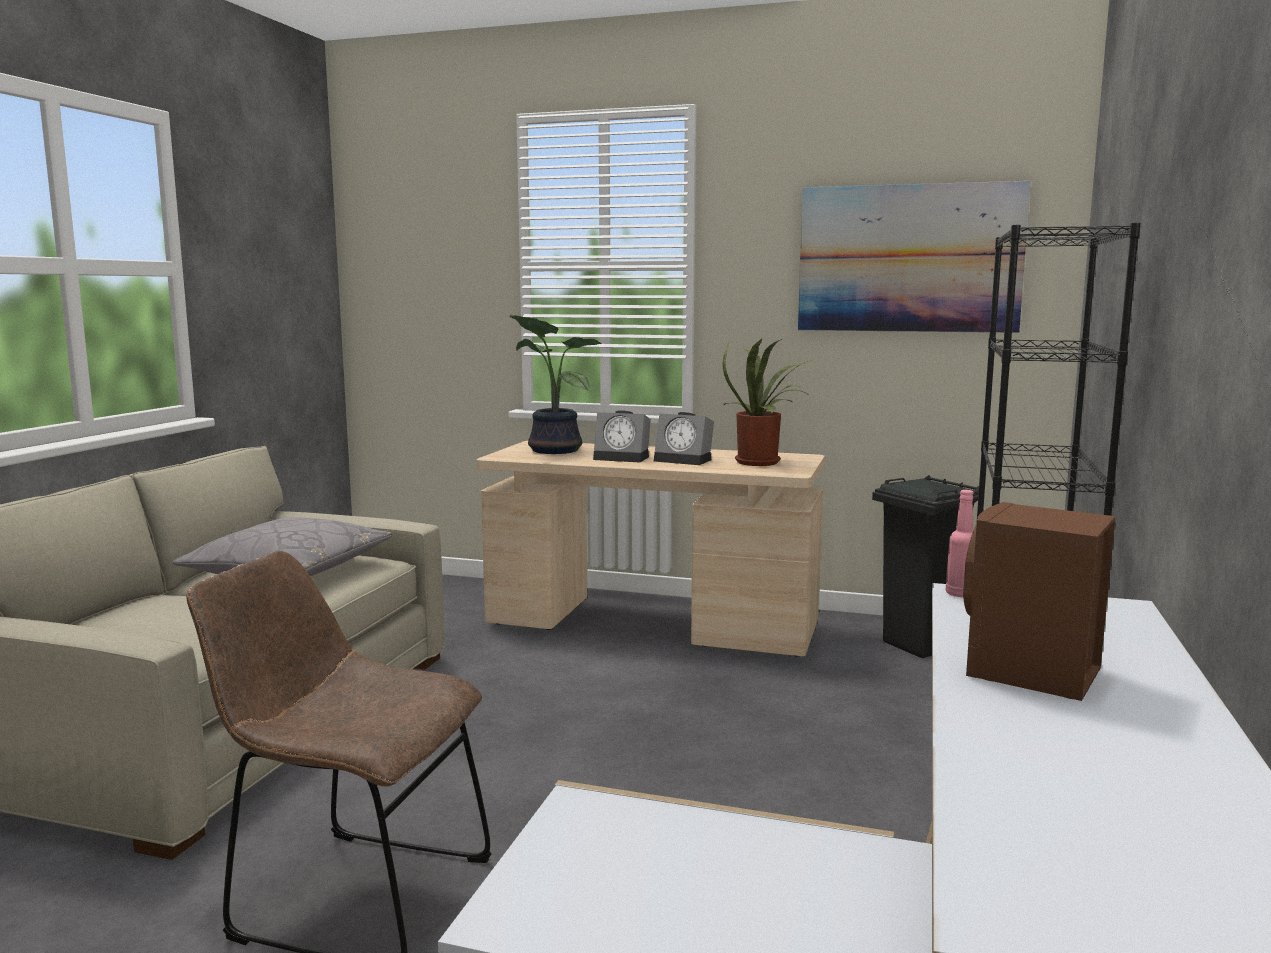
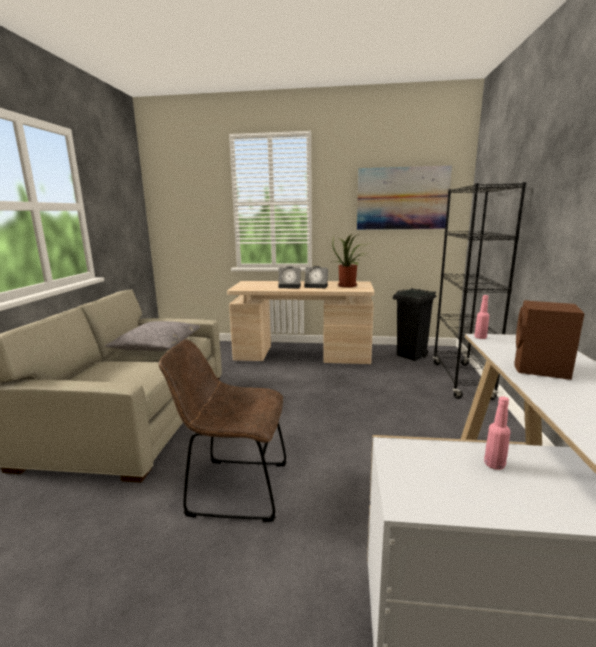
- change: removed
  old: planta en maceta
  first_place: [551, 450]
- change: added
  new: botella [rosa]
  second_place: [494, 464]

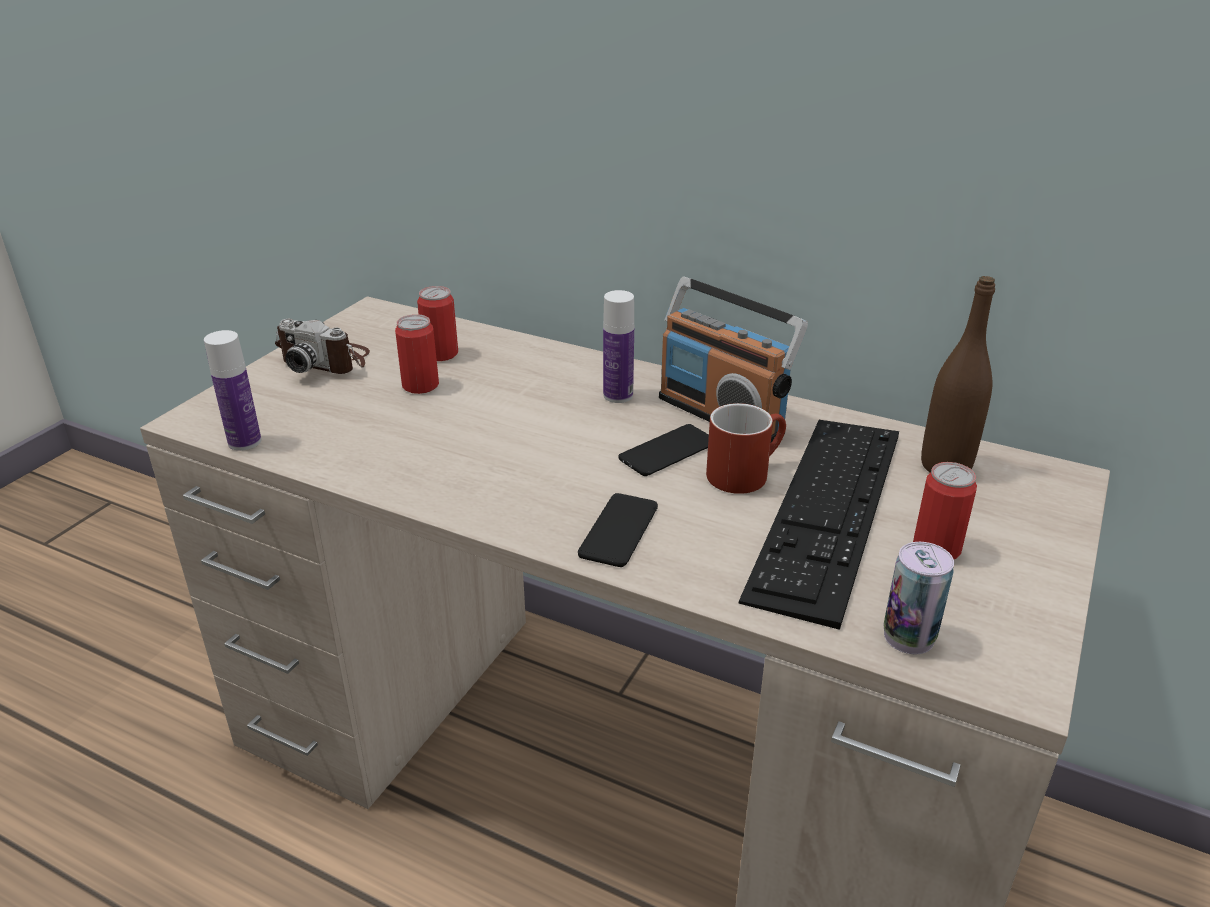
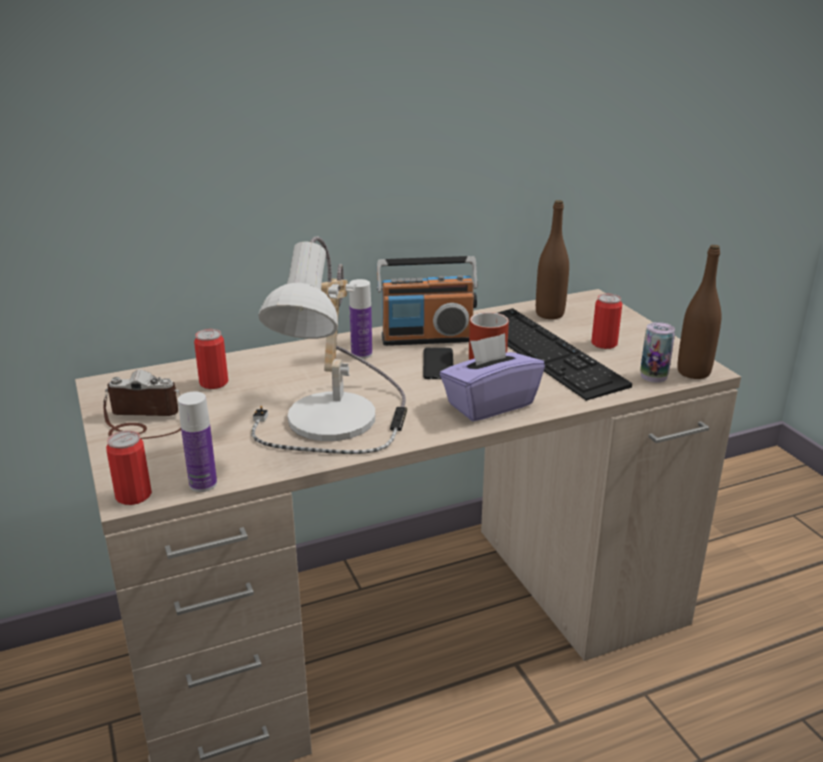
- change: added
  new: lámpara de mesa
  second_place: [339, 422]
- change: added
  new: botella [marrón]
  second_place: [693, 372]
- change: moved
  old: lata
  first_place: [420, 385]
  second_place: [133, 495]
- change: replaced
  old: móvil
  new: caja de pañuelos [morado]
  first_place: [618, 530]
  second_place: [489, 404]
- change: turned
  old: cámara
  first_place: [326, 360]
  second_place: [144, 422]
  degrees: -150

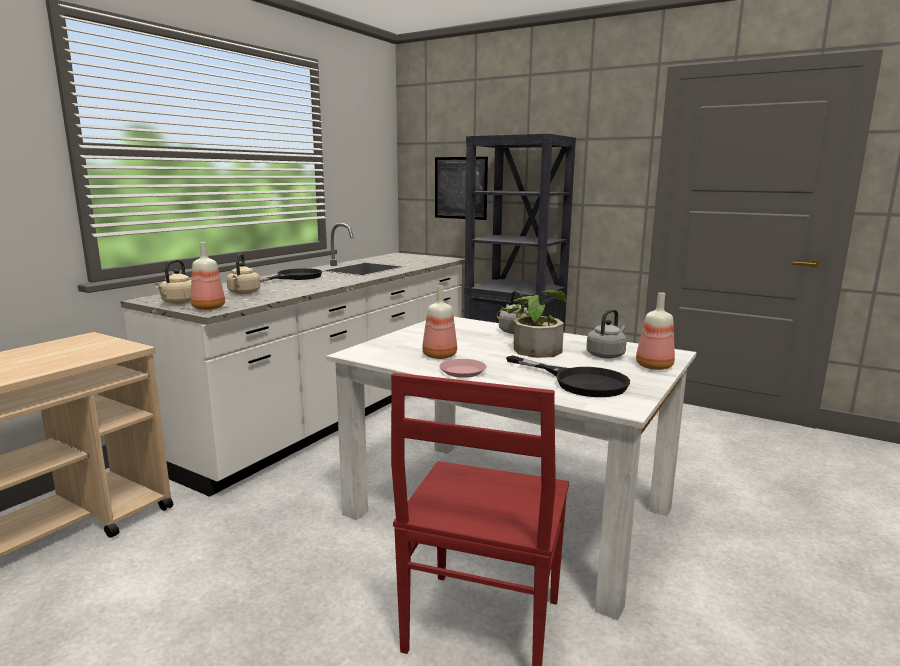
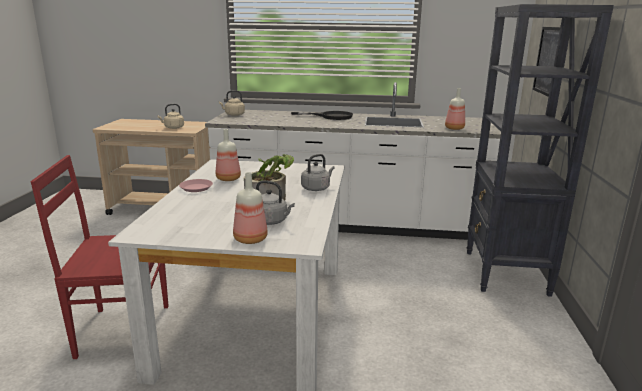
- change: removed
  old: sartén [negro]
  first_place: [579, 381]
- change: moved
  old: botella
  first_place: [207, 308]
  second_place: [453, 128]
- change: moved
  old: hervidor [beis]
  first_place: [243, 293]
  second_place: [173, 127]

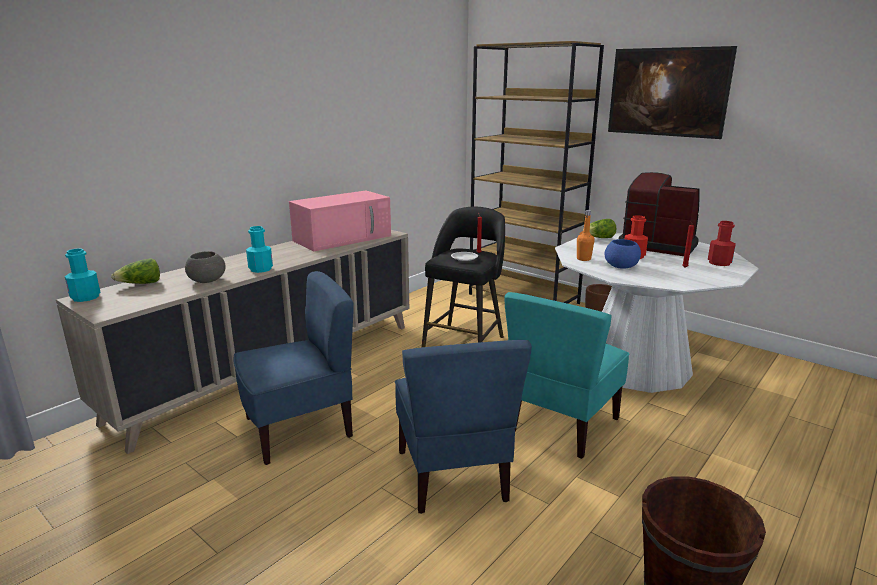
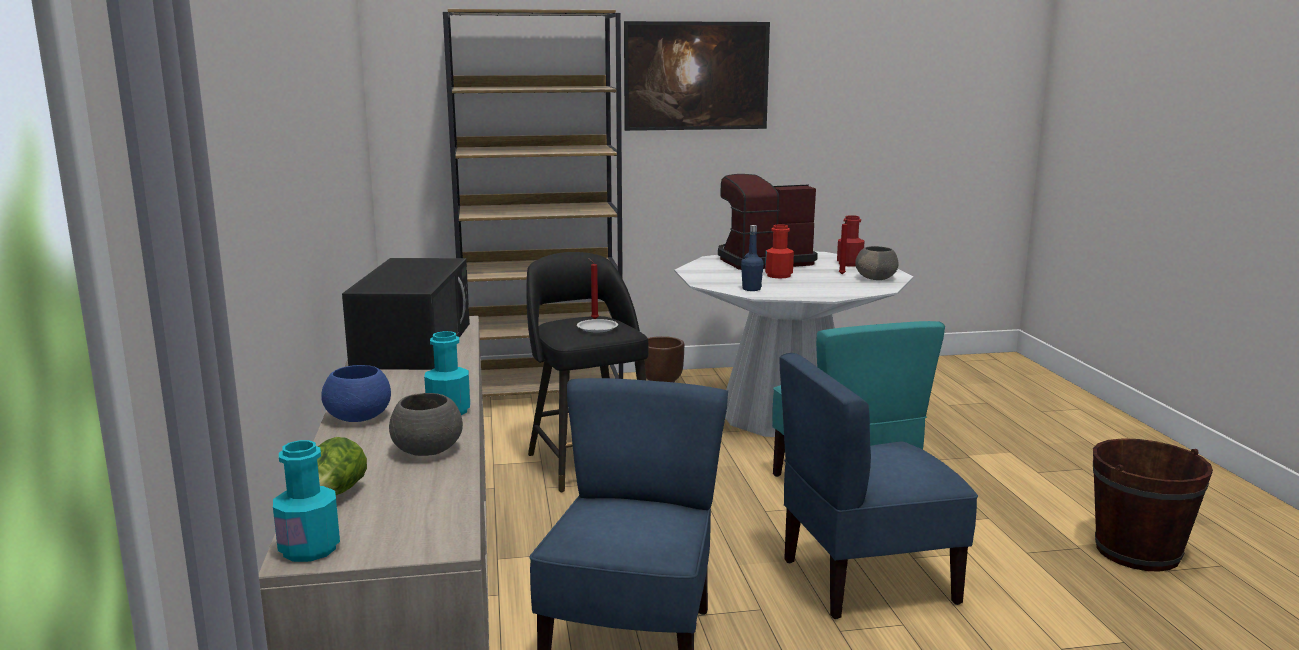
- change: removed
  old: lechuga
  first_place: [599, 238]
- change: added
  new: cuenco [gris]
  second_place: [876, 278]
- change: moved
  old: cuenco [azul]
  first_place: [621, 266]
  second_place: [359, 418]
- change: recoloured
  old: microondas [rosa]
  new: microondas [negro]
  first_place: [343, 238]
  second_place: [413, 344]
- change: recoloured
  old: botella [naranja]
  new: botella [azul]
  first_place: [583, 259]
  second_place: [751, 289]
- change: turned
  old: silla [azul]
  first_place: [453, 475]
  second_place: [867, 580]
  degrees: 135

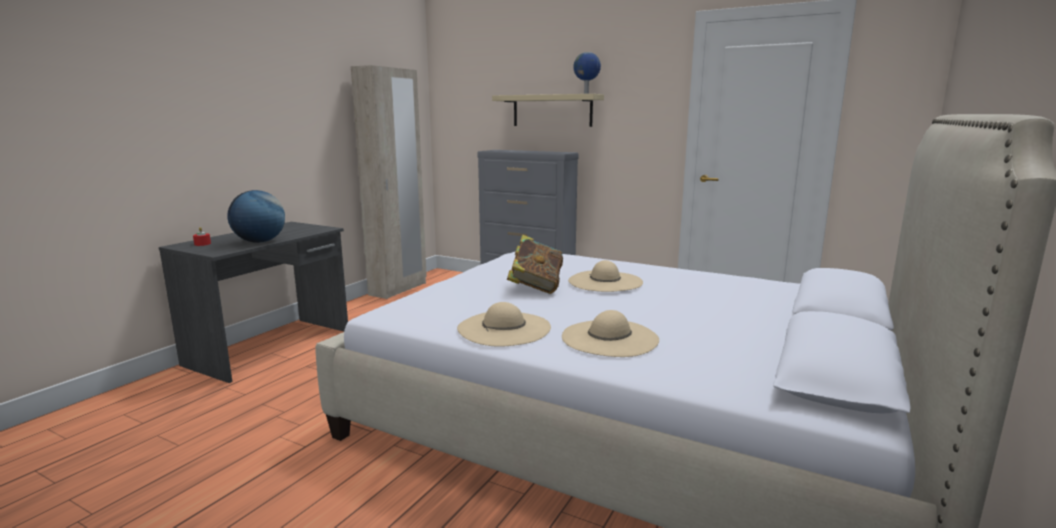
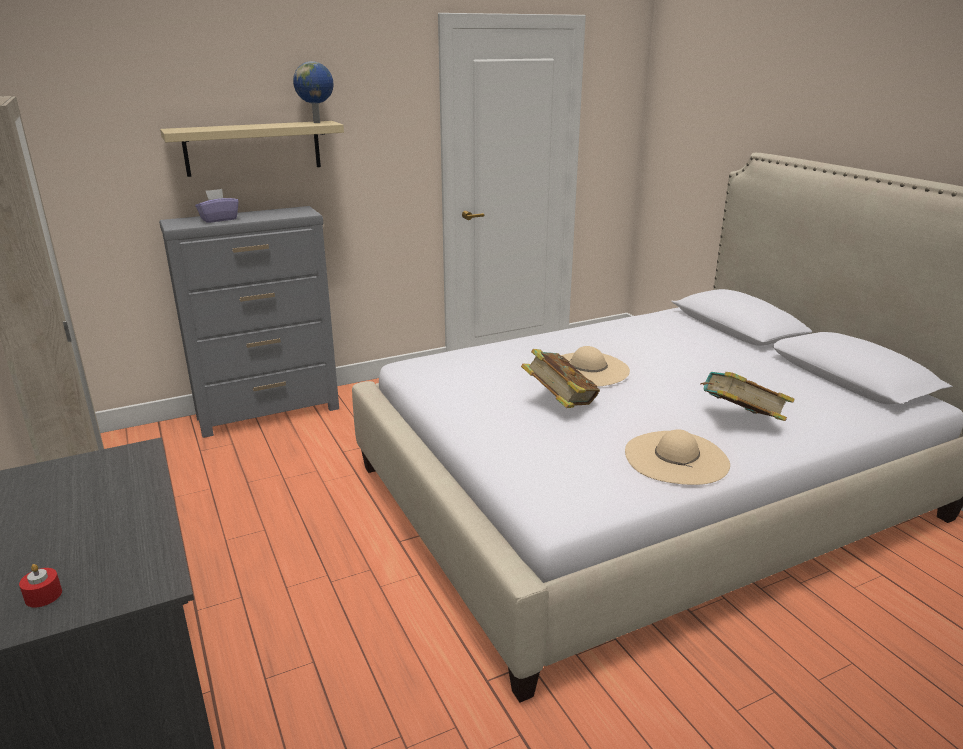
- change: removed
  old: globo terráqueo
  first_place: [260, 242]
- change: added
  new: caja de pañuelos [morado]
  second_place: [219, 219]
- change: replaced
  old: sombrero [beis]
  new: libro
  first_place: [609, 338]
  second_place: [740, 421]

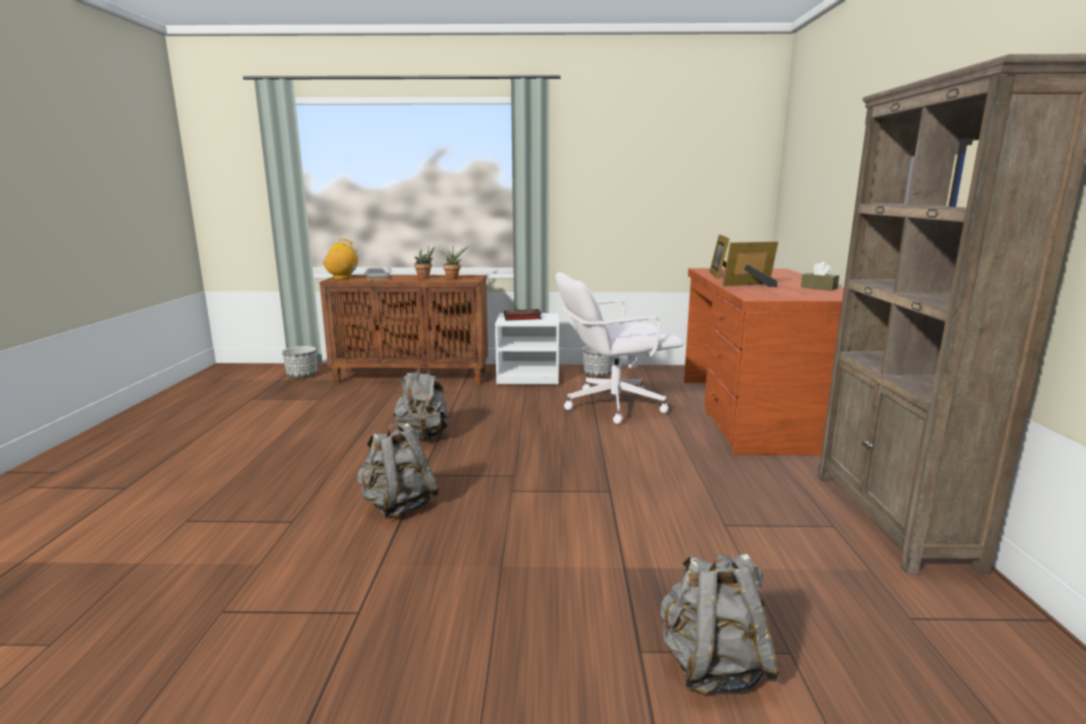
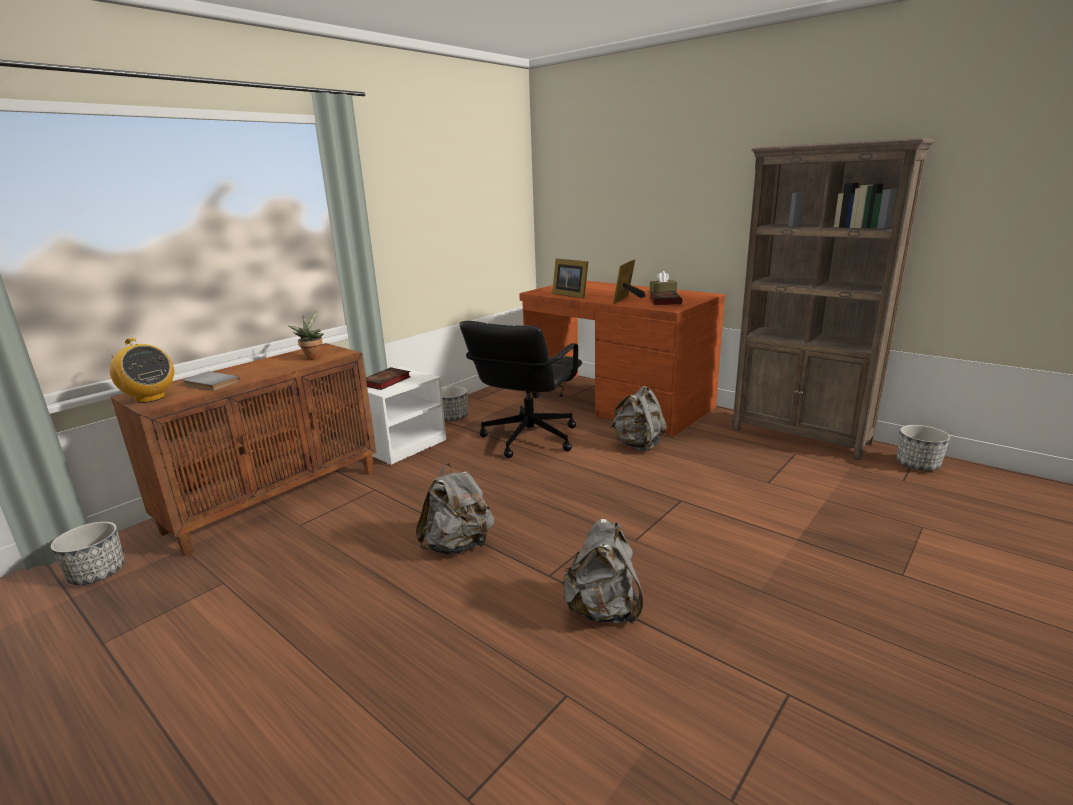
- change: removed
  old: planta en maceta
  first_place: [425, 278]
- change: added
  new: libro
  second_place: [664, 301]
- change: added
  new: maceta
  second_place: [917, 465]
- change: moved
  old: mochila [gris]
  first_place: [712, 667]
  second_place: [638, 445]
- change: recoloured
  old: silla de oficina [blanco]
  new: silla de oficina [negro]
  first_place: [613, 405]
  second_place: [528, 438]
- change: turned
  old: radio
  first_place: [342, 278]
  second_place: [150, 398]
  degrees: -90

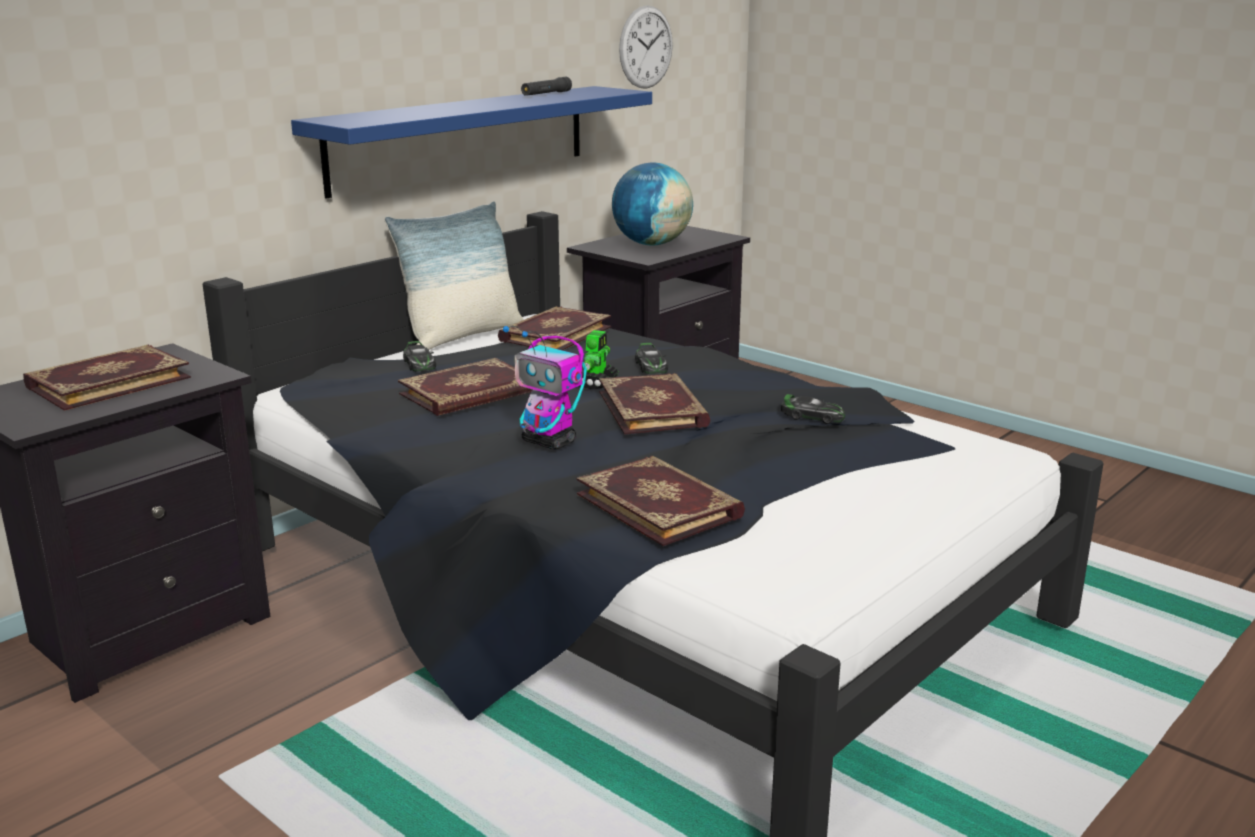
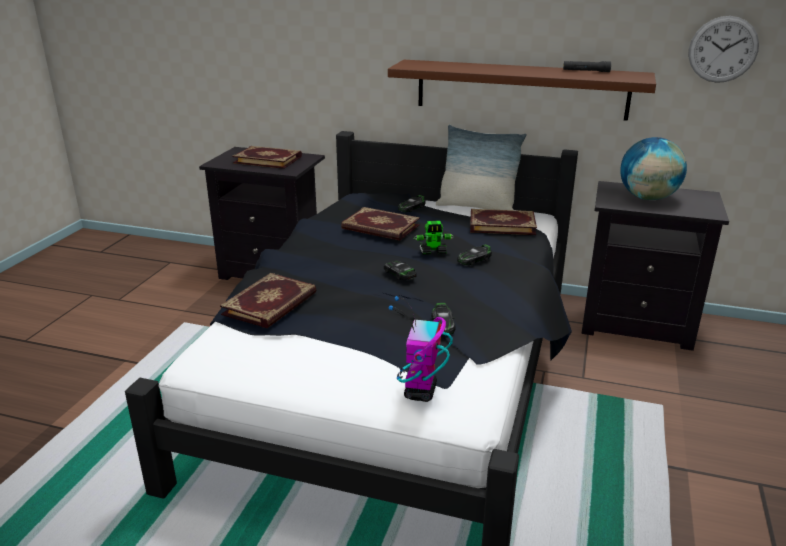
- change: moved
  old: robot de juguete
  first_place: [550, 442]
  second_place: [420, 392]
- change: replaced
  old: libro
  new: coche de juguete
  first_place: [654, 408]
  second_place: [400, 274]
- change: recoloured
  old: estante [azul]
  new: estante [marrón]
  first_place: [461, 138]
  second_place: [521, 89]

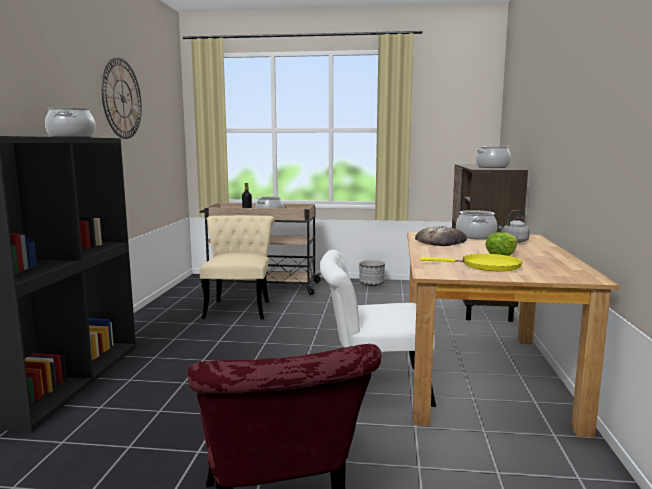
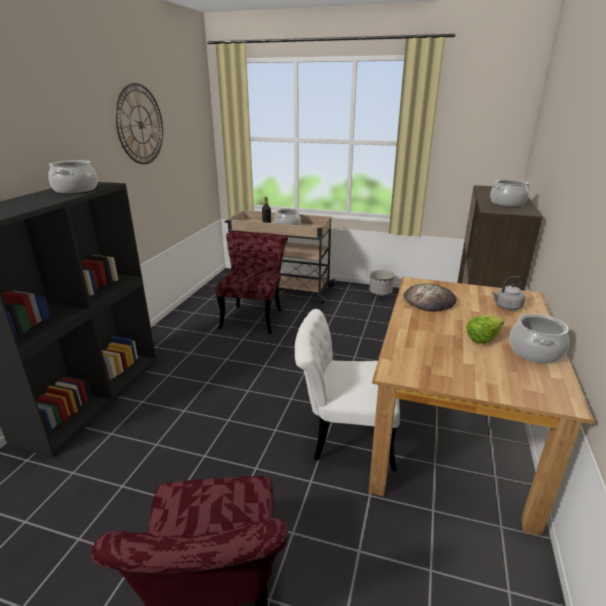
- change: removed
  old: sartén [amarillo]
  first_place: [486, 266]
- change: moved
  old: olla
  first_place: [475, 236]
  second_place: [534, 351]
- change: recoloured
  old: silla [beis]
  new: silla [rojo]
  first_place: [239, 307]
  second_place: [254, 316]

